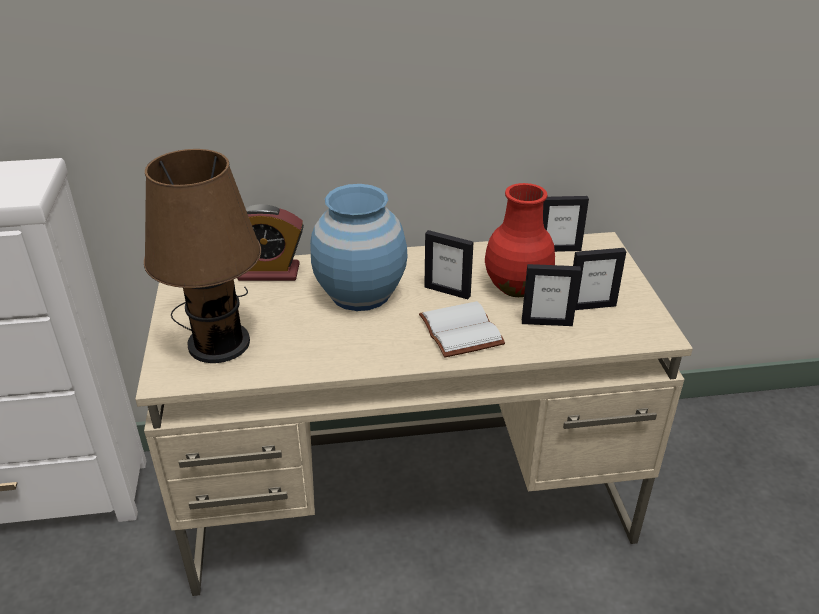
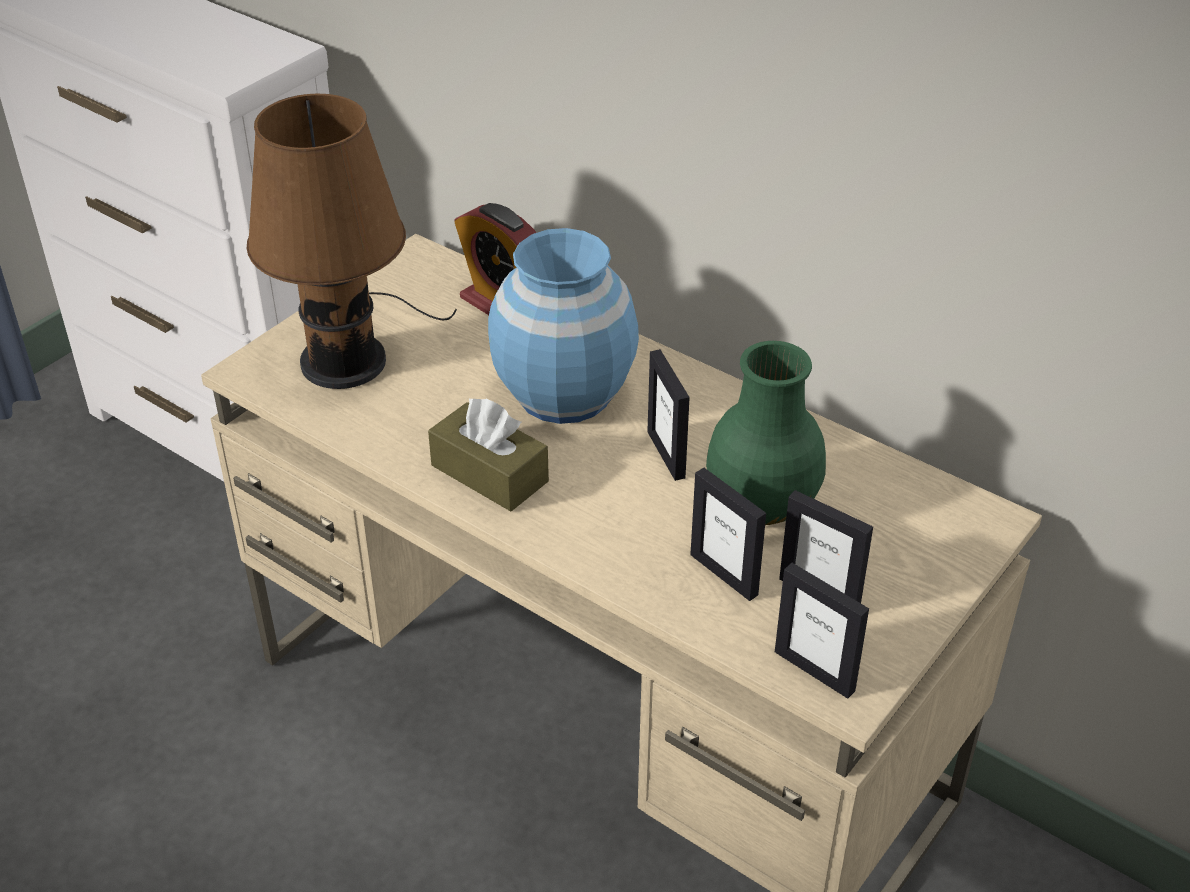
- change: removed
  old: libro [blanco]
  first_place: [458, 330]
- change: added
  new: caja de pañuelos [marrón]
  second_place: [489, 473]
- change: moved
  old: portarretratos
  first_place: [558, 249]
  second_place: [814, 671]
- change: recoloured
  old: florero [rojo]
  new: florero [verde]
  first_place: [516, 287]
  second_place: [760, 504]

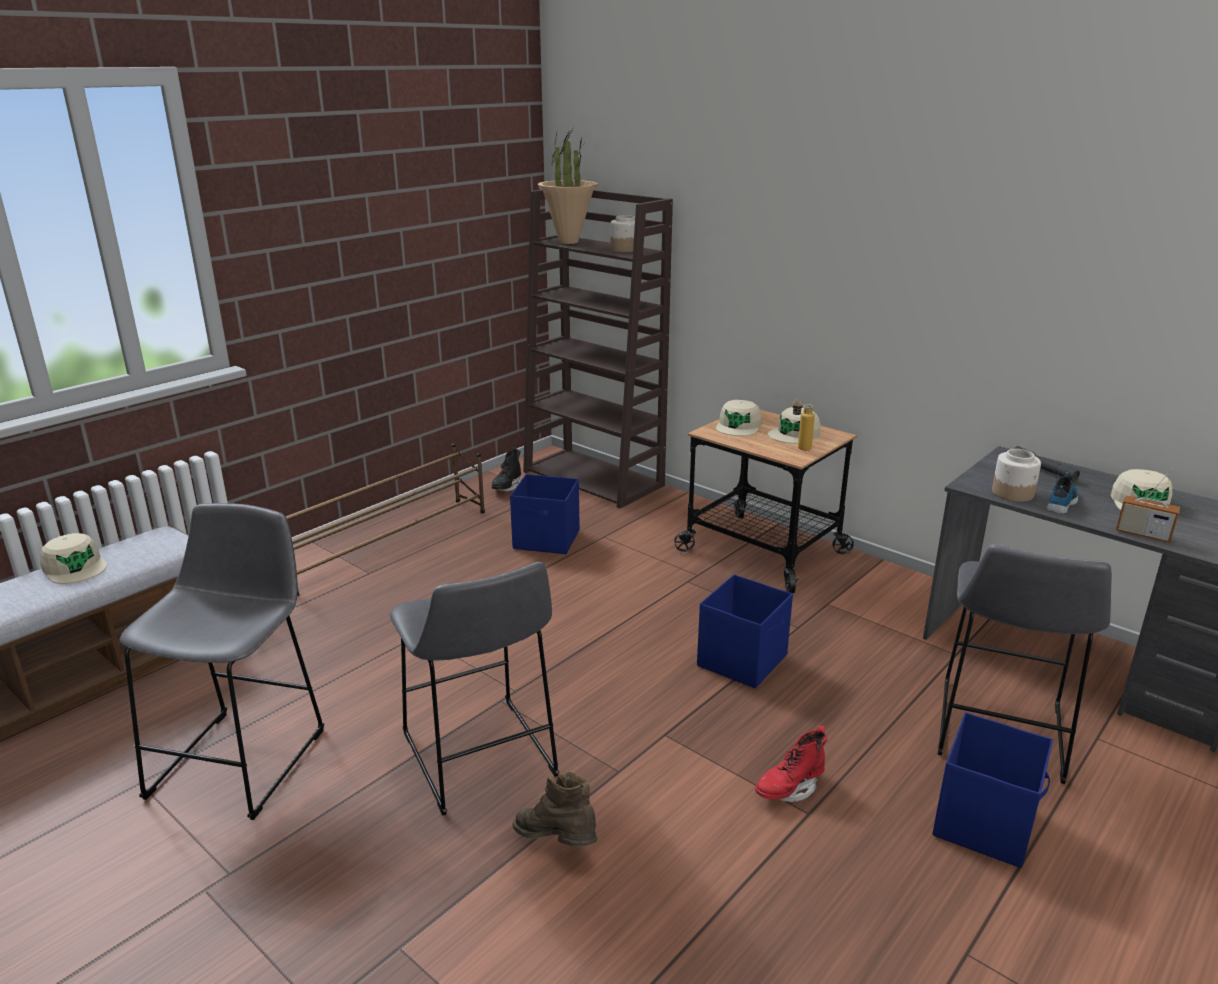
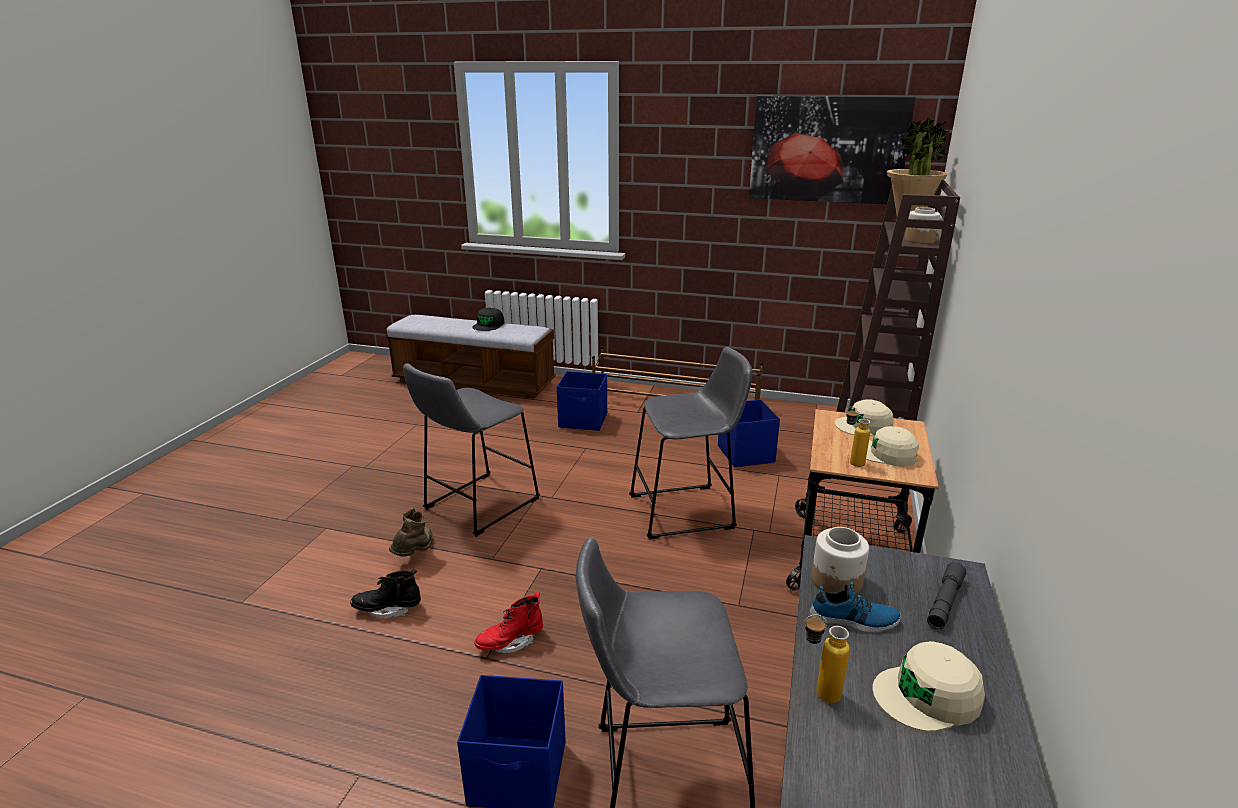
- change: added
  new: cuadro
  second_place: [827, 150]
- change: moved
  old: taburete [gris]
  first_place: [244, 757]
  second_place: [687, 511]
- change: moved
  old: bota [negro]
  first_place: [507, 487]
  second_place: [388, 609]
- change: moved
  old: caja de almacenaje [azul]
  first_place: [743, 660]
  second_place: [583, 421]
- change: replaced
  old: radio
  new: botella
  first_place: [1143, 534]
  second_place: [817, 693]
- change: recoloured
  old: gorra [beis]
  new: gorra [negro]
  first_place: [75, 567]
  second_place: [489, 325]
- change: turned
  old: bota [rojo]
  first_place: [789, 788]
  second_place: [510, 642]
  degrees: -60

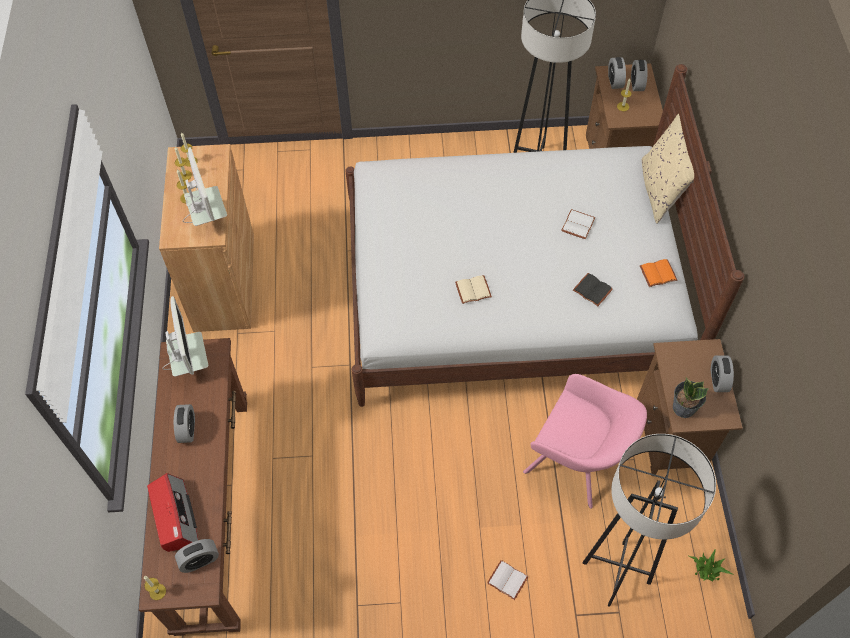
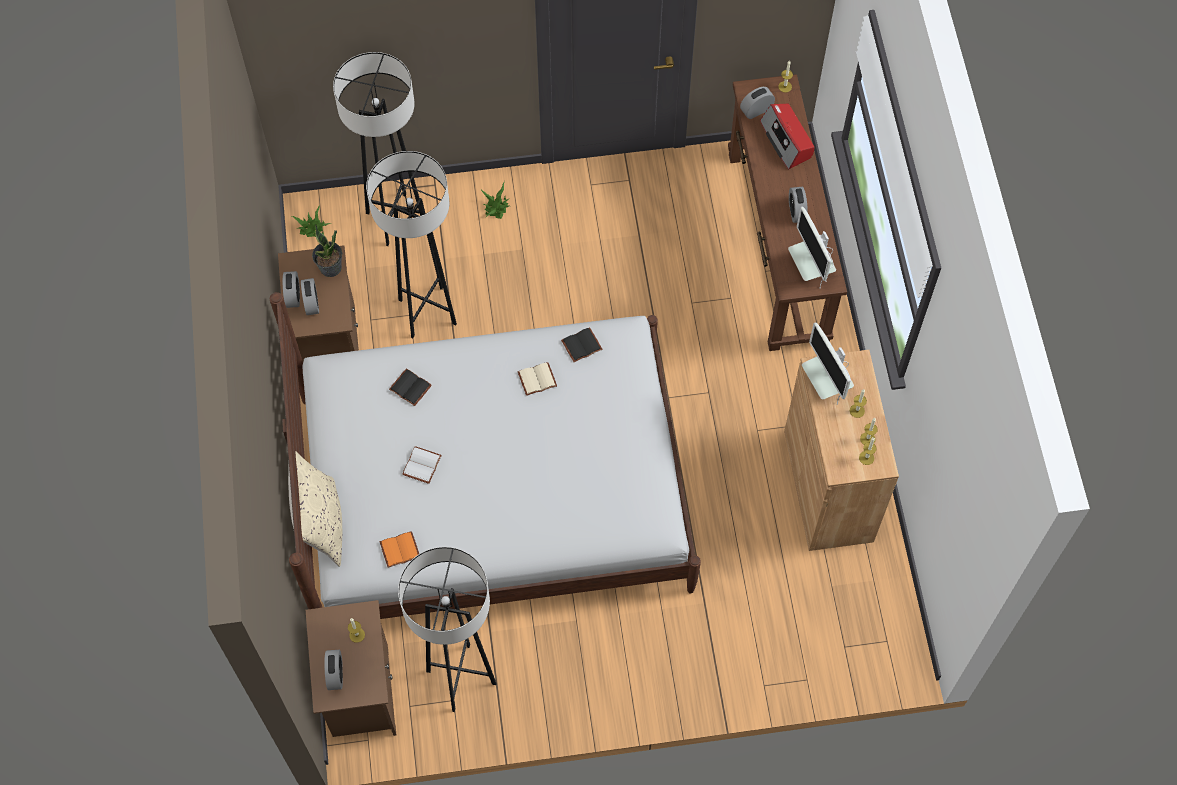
- change: added
  new: libro [negro]
  second_place: [581, 346]
- change: moved
  old: despertador
  first_place: [615, 81]
  second_place: [311, 303]
- change: moved
  old: libro [naranja]
  first_place: [658, 274]
  second_place: [400, 549]
- change: replaced
  old: libro [blanco]
  new: planta en maceta
  first_place: [506, 580]
  second_place: [496, 207]
- change: replaced
  old: sillón [rosa]
  new: lámpara de pie [gris]
  first_place: [577, 463]
  second_place: [427, 312]

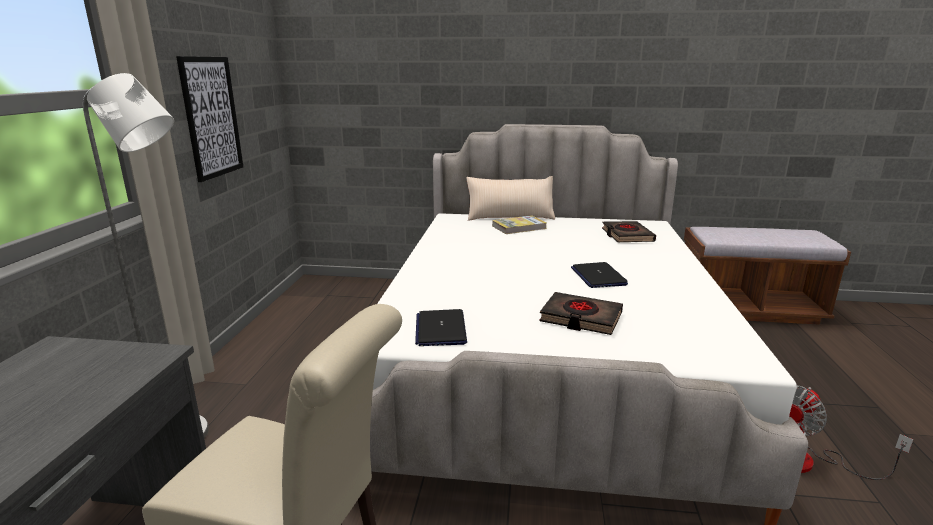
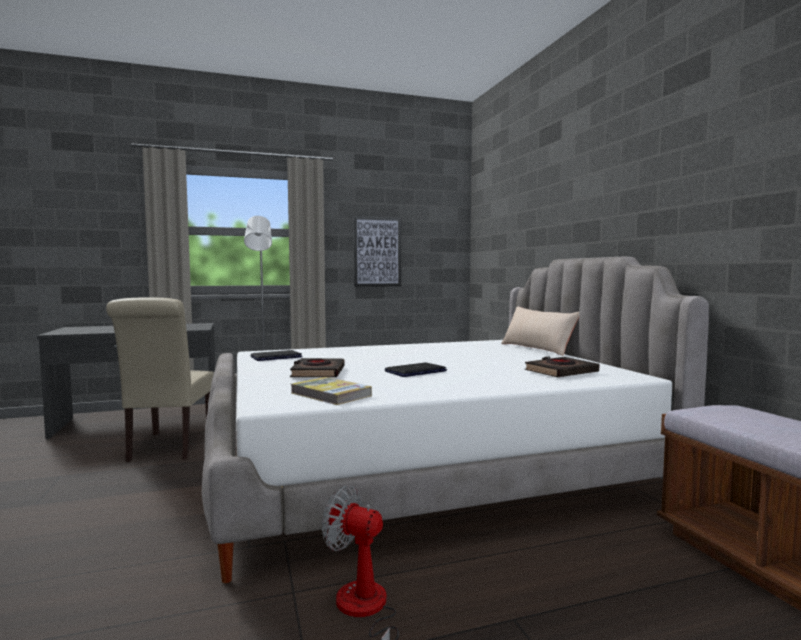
- change: moved
  old: libro
  first_place: [519, 227]
  second_place: [330, 394]

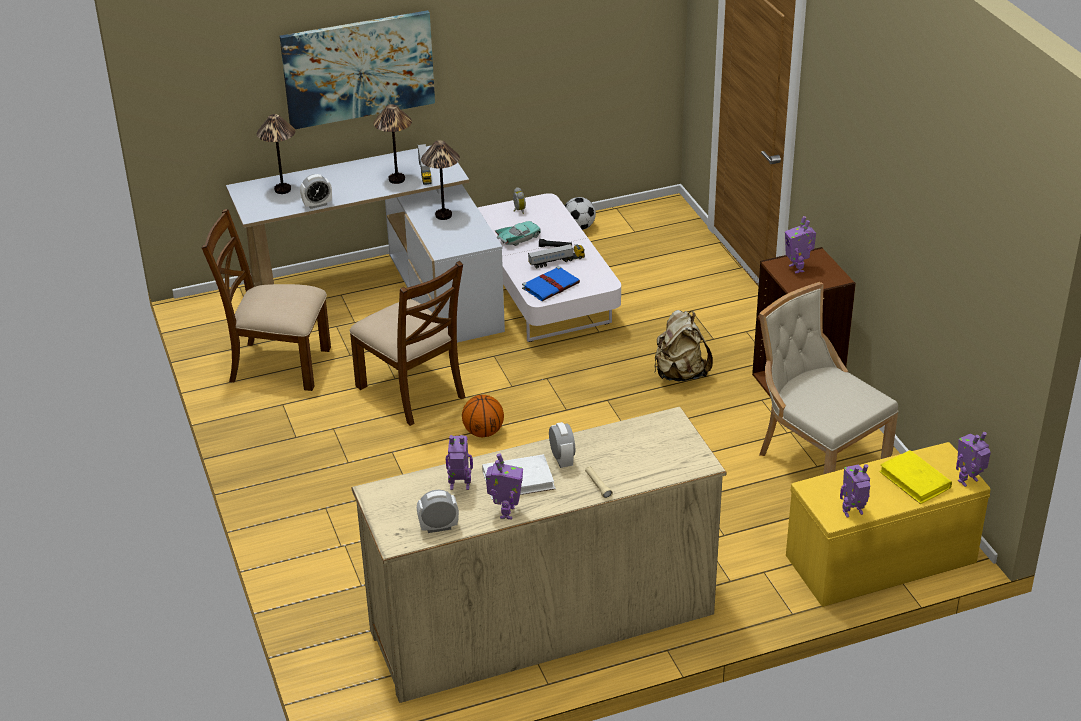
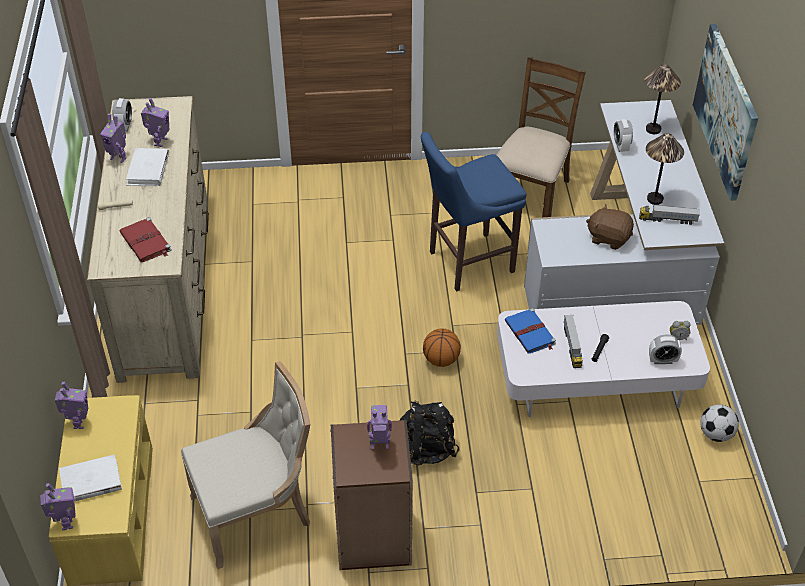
- change: removed
  old: coche de juguete [turquesa]
  first_place: [518, 239]
- change: added
  new: libro [rojo]
  second_place: [146, 242]
- change: moved
  old: balón de baloncesto
  first_place: [483, 432]
  second_place: [441, 360]
- change: moved
  old: despertador
  first_place: [562, 460]
  second_place: [662, 360]
- change: replaced
  old: silla [marrón]
  new: taburete [azul]
  first_place: [412, 391]
  second_place: [467, 262]
- change: replaced
  old: lámpara de mesa
  new: peluche [marrón]
  first_place: [444, 215]
  second_place: [608, 237]
- change: recoloured
  old: mochila [beis]
  new: mochila [negro]
  first_place: [680, 374]
  second_place: [427, 448]
- change: recoloured
  old: libro [amarillo]
  new: libro [blanco]
  first_place: [915, 480]
  second_place: [90, 481]

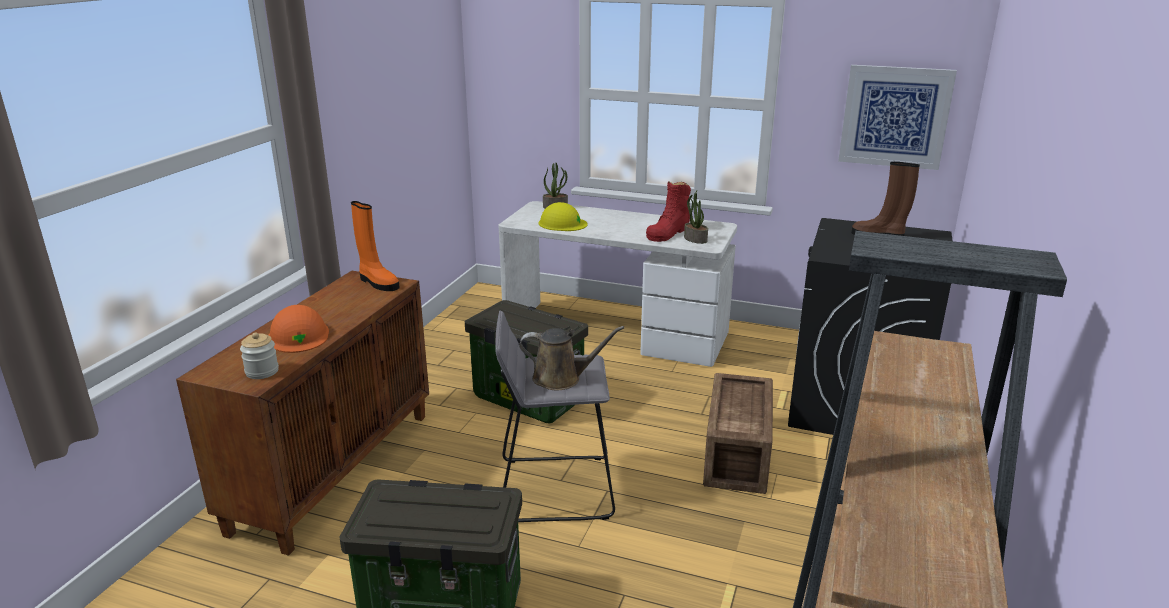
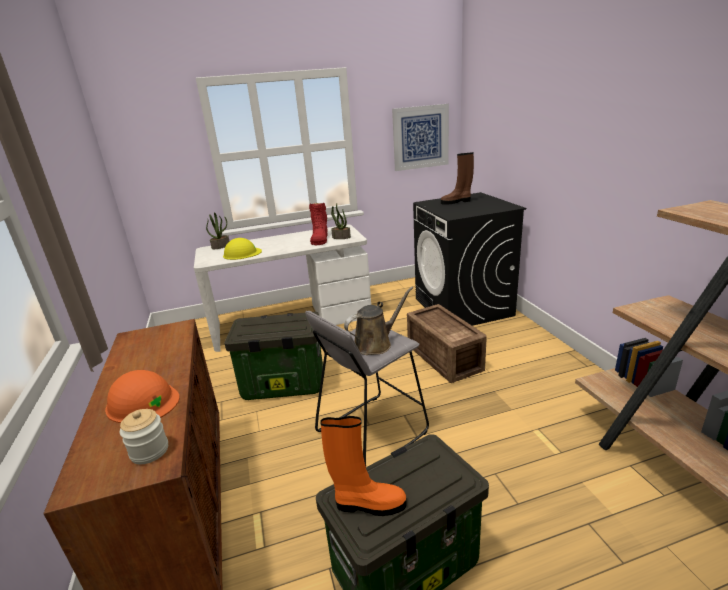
- change: moved
  old: bota [naranja]
  first_place: [377, 283]
  second_place: [368, 504]

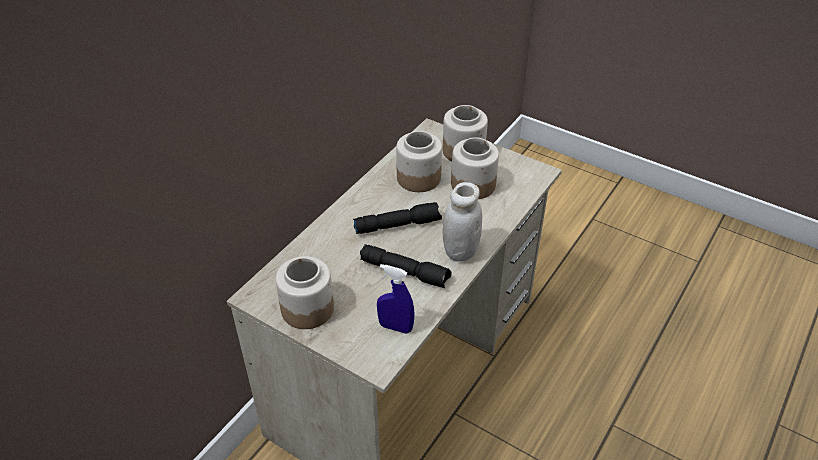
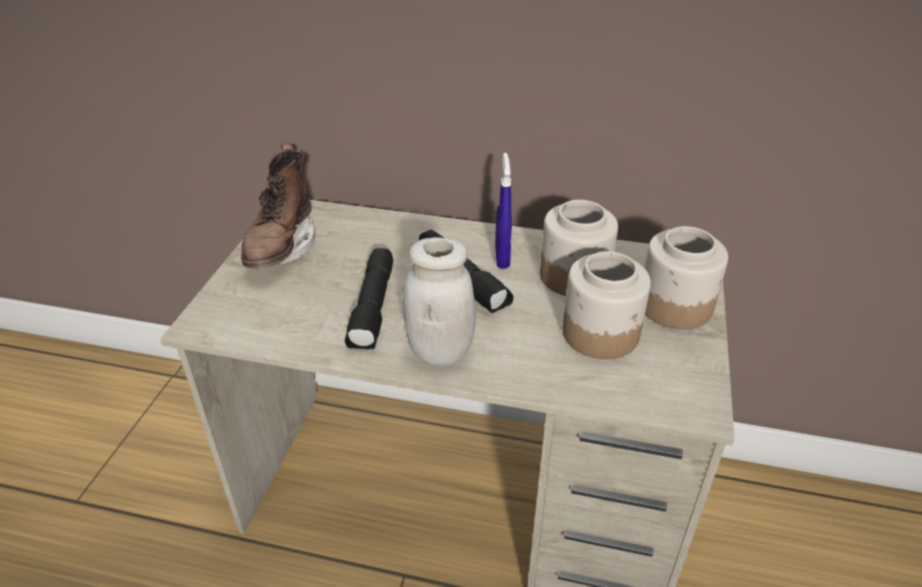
- change: moved
  old: pulverizador [azul]
  first_place: [395, 327]
  second_place: [502, 258]
- change: replaced
  old: tarro
  new: bota [marrón]
  first_place: [307, 308]
  second_place: [281, 248]

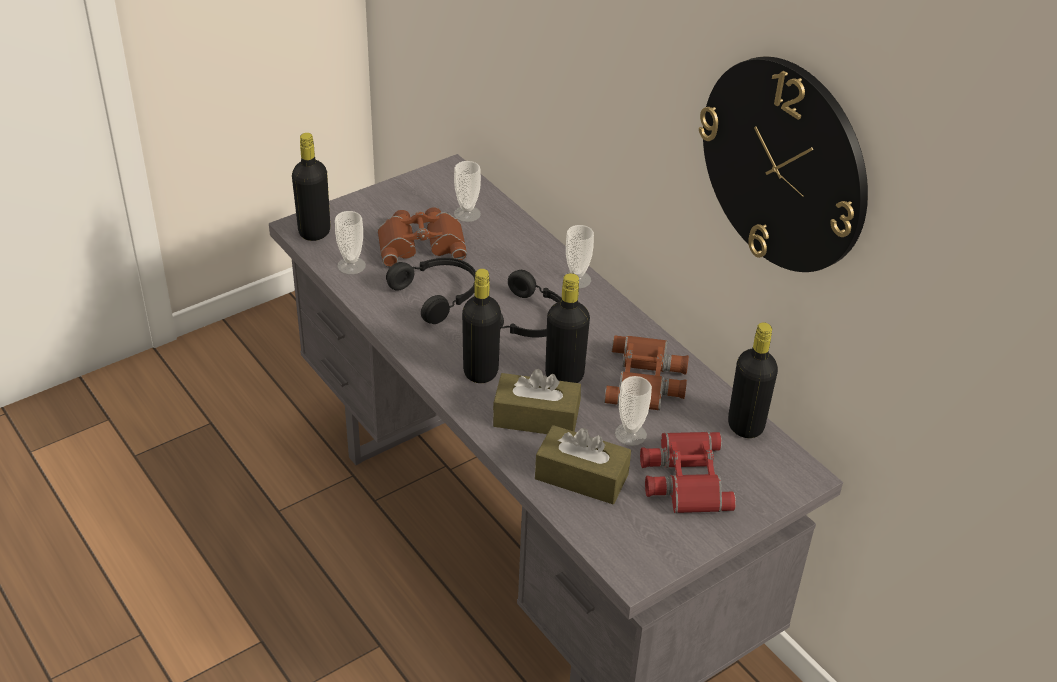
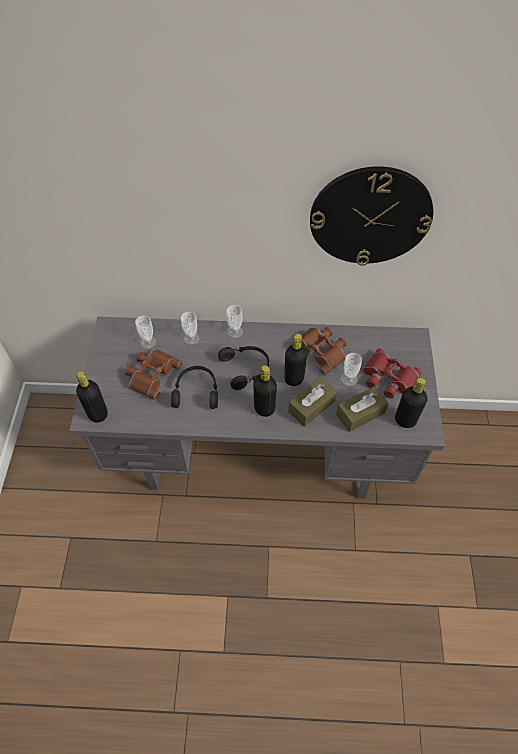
- change: moved
  old: taza
  first_place: [351, 265]
  second_place: [191, 338]
- change: moved
  old: botella [negro]
  first_place: [745, 426]
  second_place: [405, 420]

